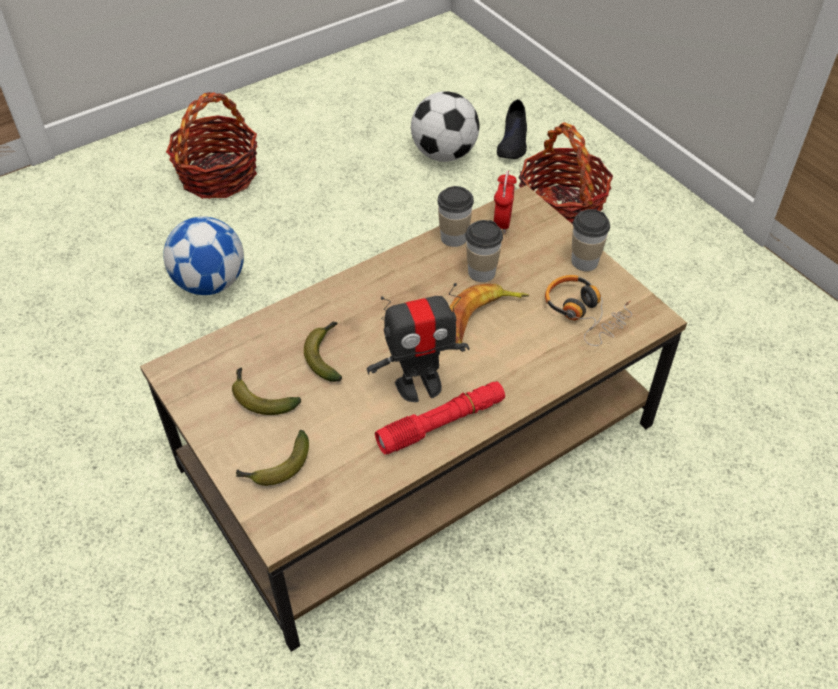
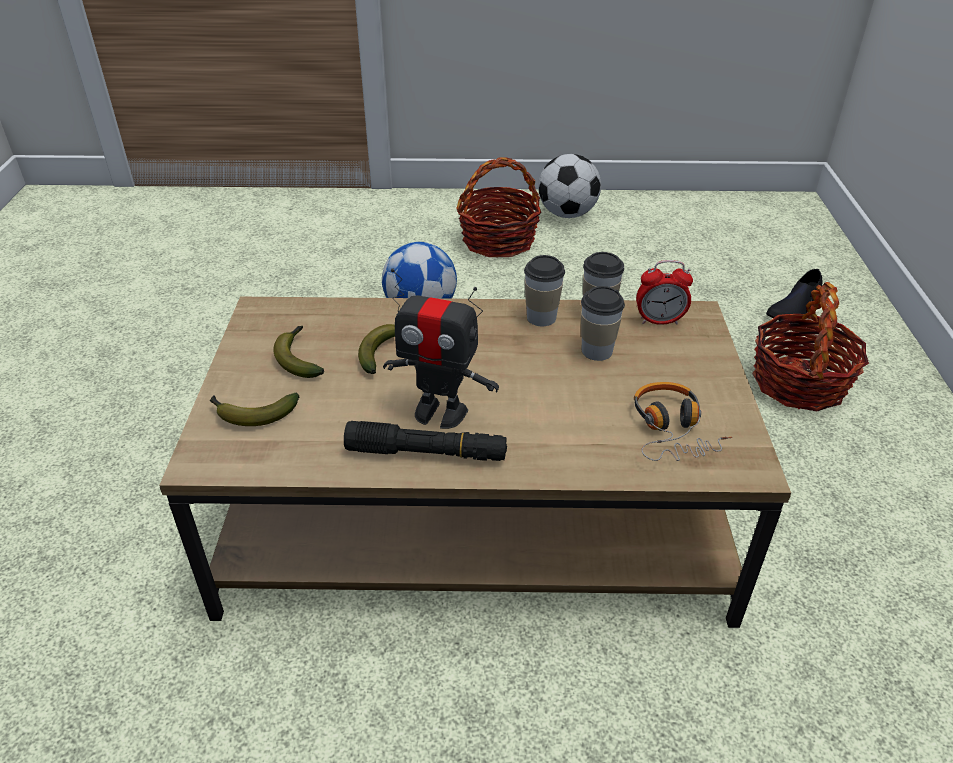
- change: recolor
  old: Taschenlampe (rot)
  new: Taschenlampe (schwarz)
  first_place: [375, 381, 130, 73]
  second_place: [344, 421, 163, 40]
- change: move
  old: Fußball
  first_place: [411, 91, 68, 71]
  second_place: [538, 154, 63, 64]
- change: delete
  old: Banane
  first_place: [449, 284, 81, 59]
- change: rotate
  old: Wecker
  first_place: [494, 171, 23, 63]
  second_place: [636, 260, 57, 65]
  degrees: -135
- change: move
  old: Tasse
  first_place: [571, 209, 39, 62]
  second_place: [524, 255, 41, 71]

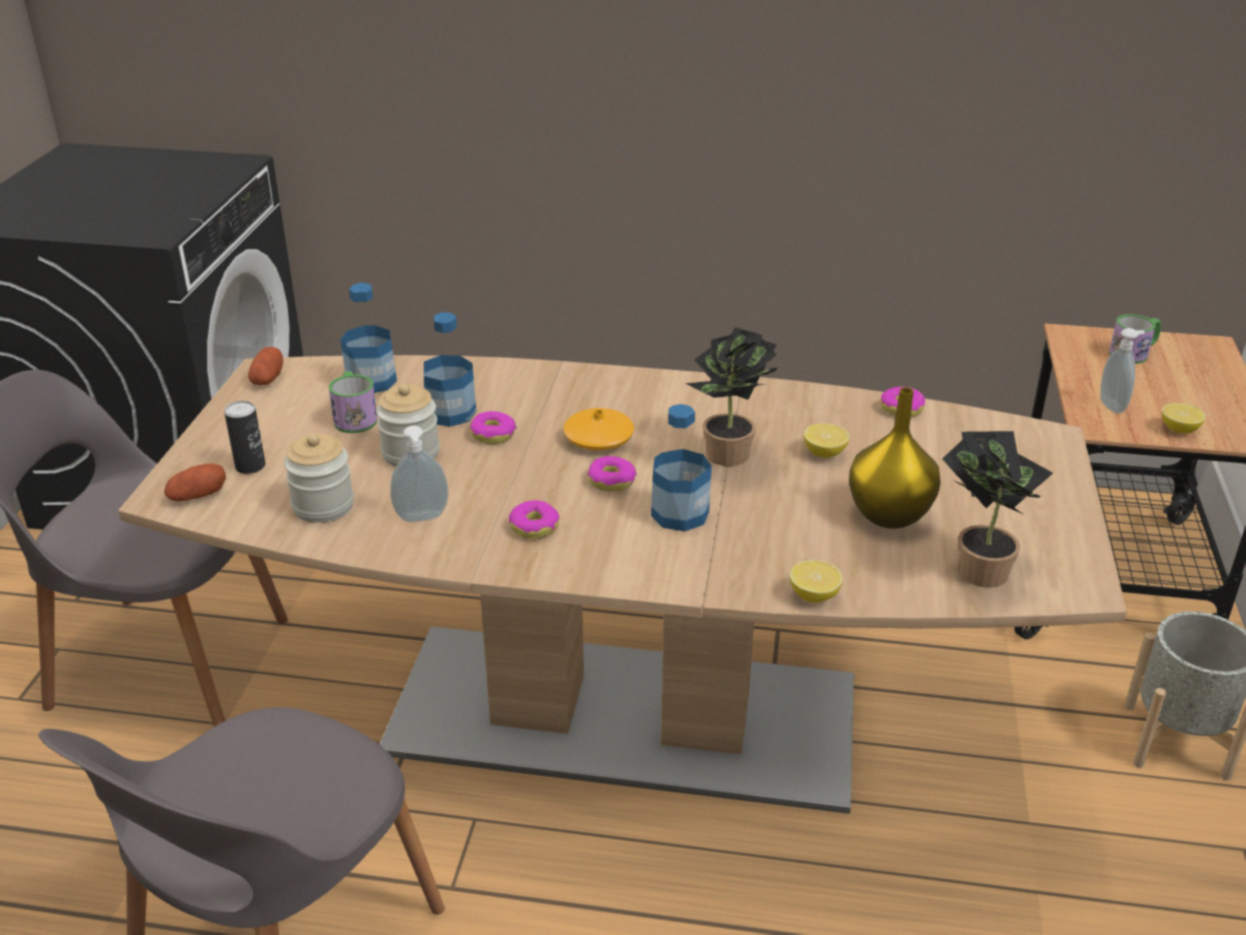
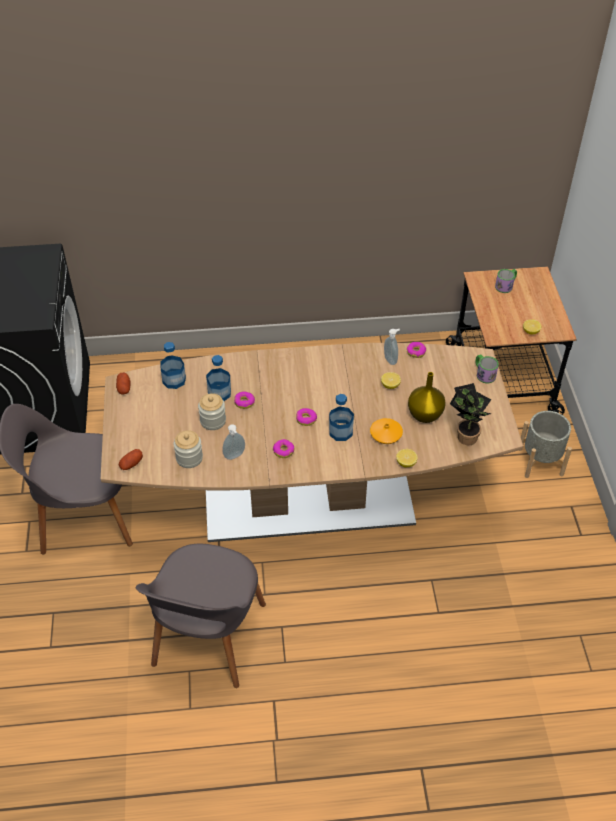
- change: delete
  old: Dose
  first_place: [224, 401, 41, 73]
- change: move
  old: Henkelbecher
  first_place: [329, 371, 48, 62]
  second_place: [475, 354, 24, 29]
- change: move
  old: Vase (orange)
  first_place: [563, 408, 71, 42]
  second_place: [370, 418, 33, 26]
- change: delete
  old: Topfpflanze
  first_place: [685, 328, 93, 138]
- change: move
  old: Seifenspender
  first_place: [1100, 328, 45, 85]
  second_place: [384, 329, 16, 36]

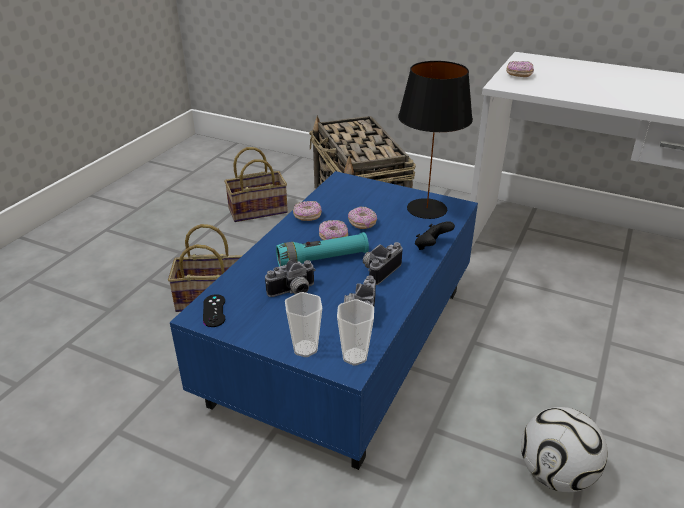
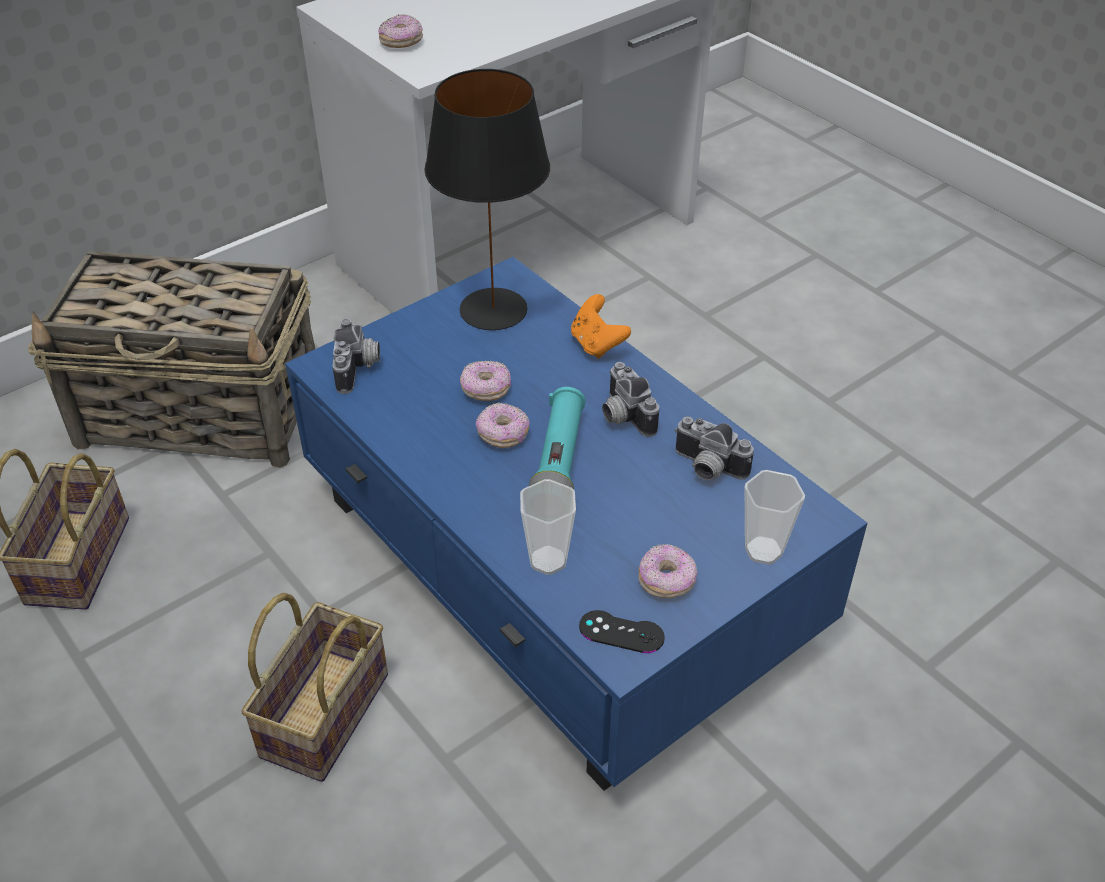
- change: move
  old: Kamera
  first_place: [265, 260, 51, 37]
  second_place: [332, 319, 48, 75]
- change: move
  old: Donut
  first_place: [293, 201, 29, 20]
  second_place: [638, 544, 60, 54]
- change: move
  old: Tasse
  first_place: [337, 299, 37, 67]
  second_place: [520, 479, 56, 96]
- change: recolor
  old: Gamepad (schwarz)
  new: Gamepad (orange)
  first_place: [415, 221, 40, 29]
  second_place: [571, 294, 60, 65]
- change: delete
  old: Fußball
  first_place: [521, 407, 87, 85]

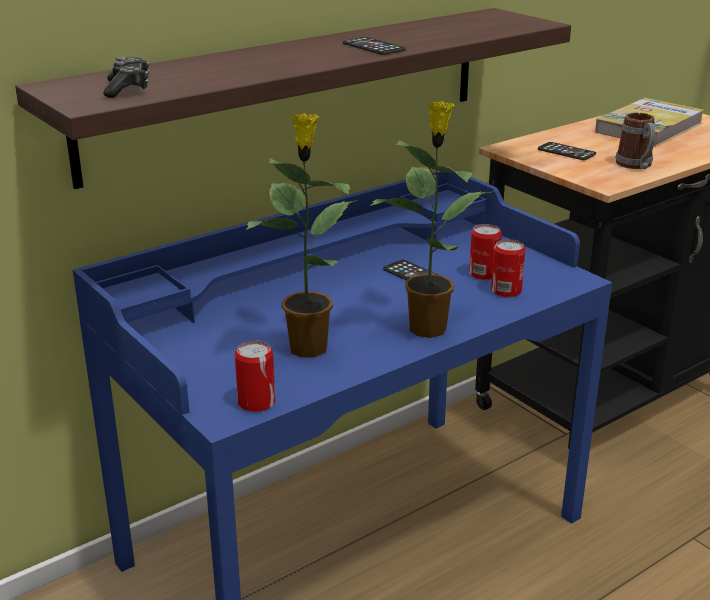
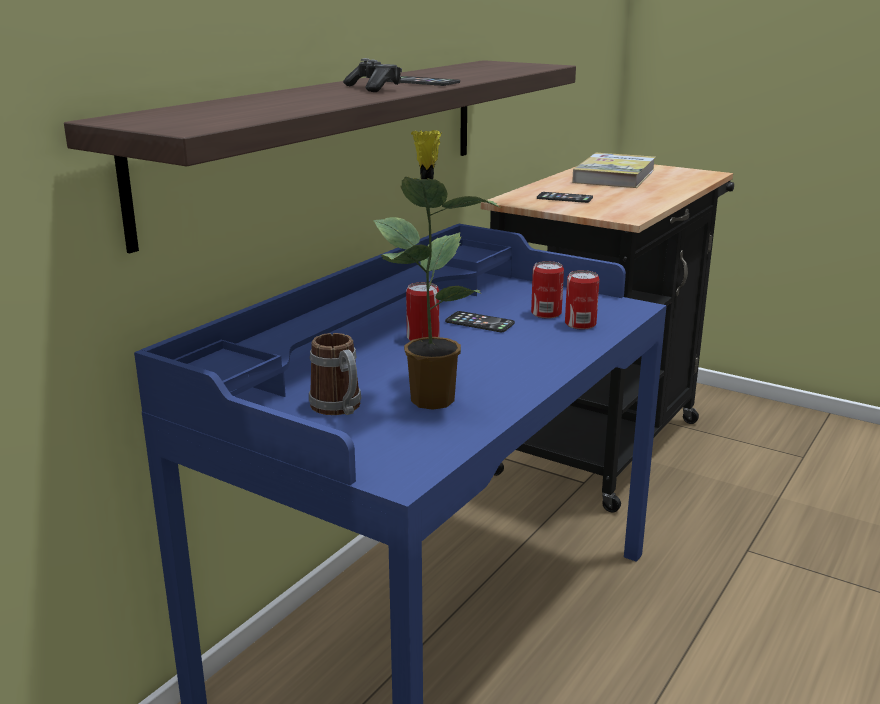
- change: move
  old: Gamepad
  first_place: [103, 57, 46, 41]
  second_place: [343, 58, 59, 34]
- change: move
  old: Dose
  first_place: [235, 341, 40, 71]
  second_place: [406, 282, 33, 59]
- change: delete
  old: Topfpflanze
  first_place: [369, 101, 126, 237]
- change: move
  old: Henkelbecher
  first_place: [615, 113, 41, 56]
  second_place: [309, 333, 52, 82]

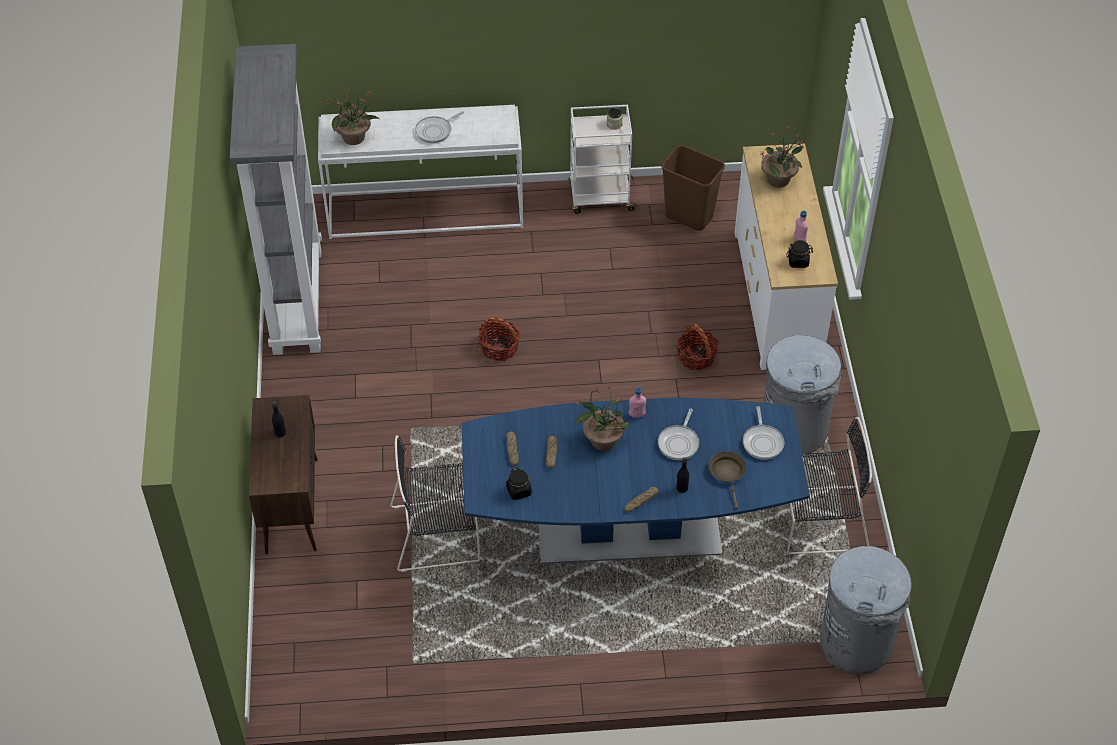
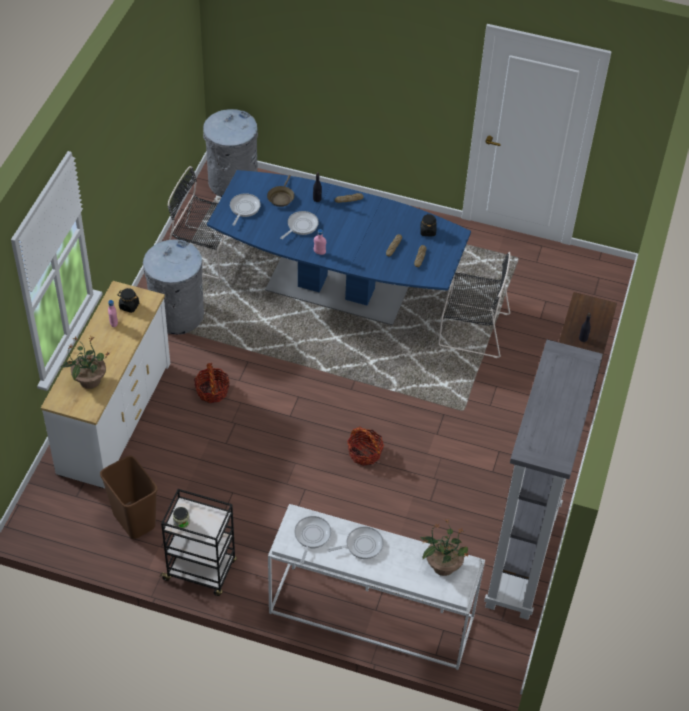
- change: recolor
  old: Rollwagen (weiß)
  new: Rollwagen (schwarz)
  first_place: [568, 105, 70, 109]
  second_place: [160, 489, 77, 107]
- change: delete
  old: Topfpflanze
  first_place: [575, 385, 55, 66]
- change: insert
  new: Pfanne
  second_place: [295, 516, 36, 47]

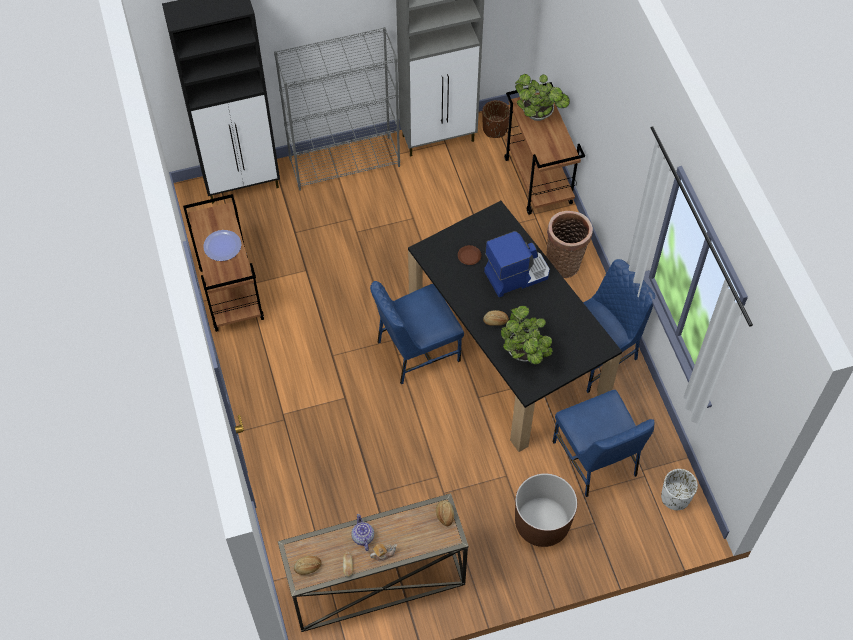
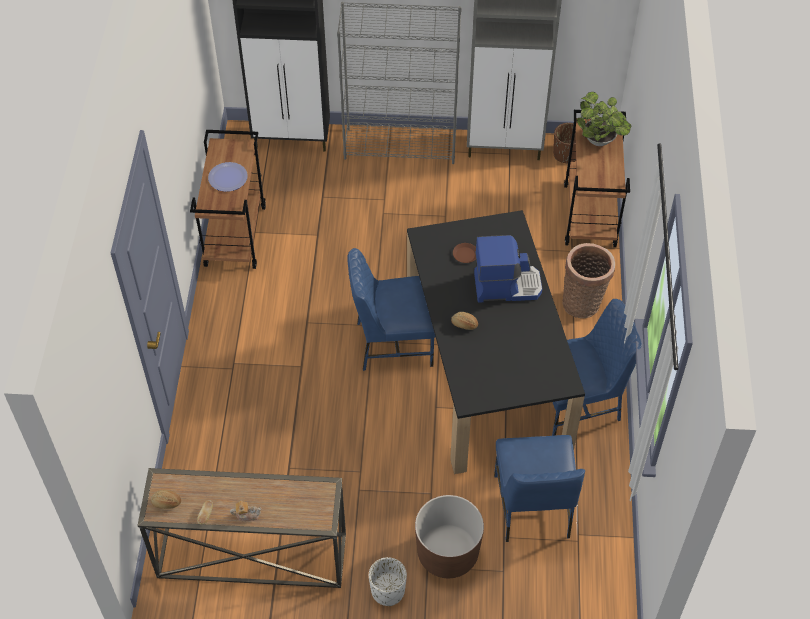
- change: delete
  old: Teekanne
  first_place: [351, 514, 23, 37]
- change: delete
  old: Brot
  first_place: [436, 500, 18, 26]
- change: delete
  old: Topfpflanze
  first_place: [501, 305, 52, 59]
- change: move
  old: Pflanzkübel (weiß)
  first_place: [661, 469, 37, 41]
  second_place: [369, 557, 38, 49]

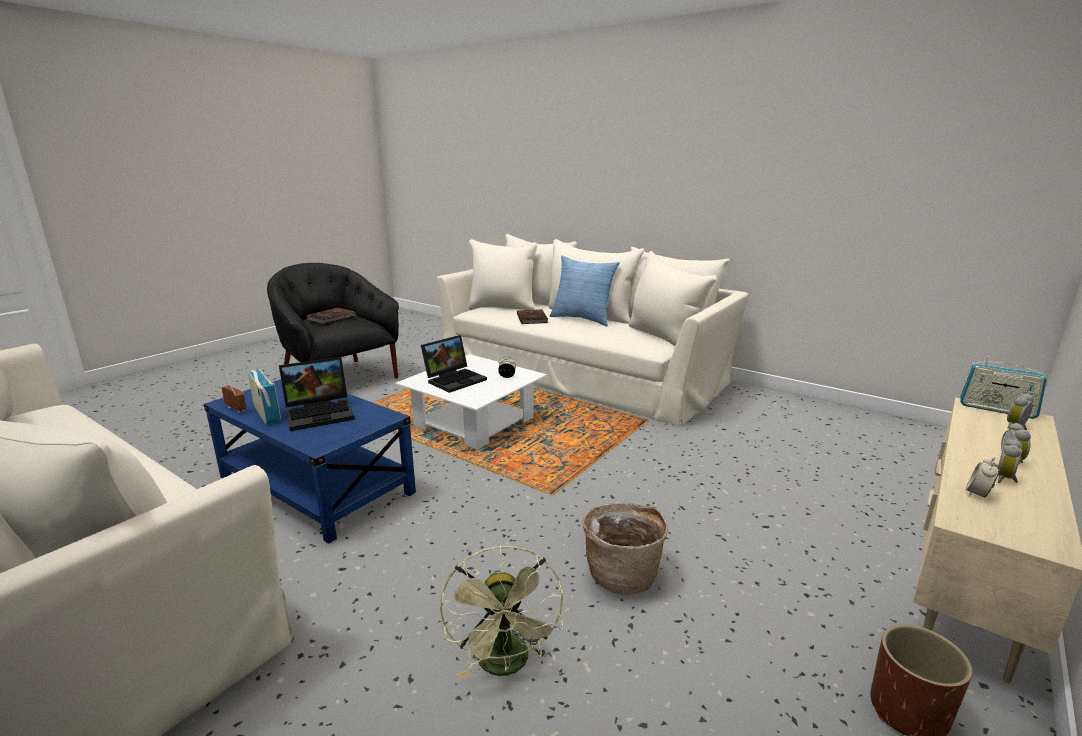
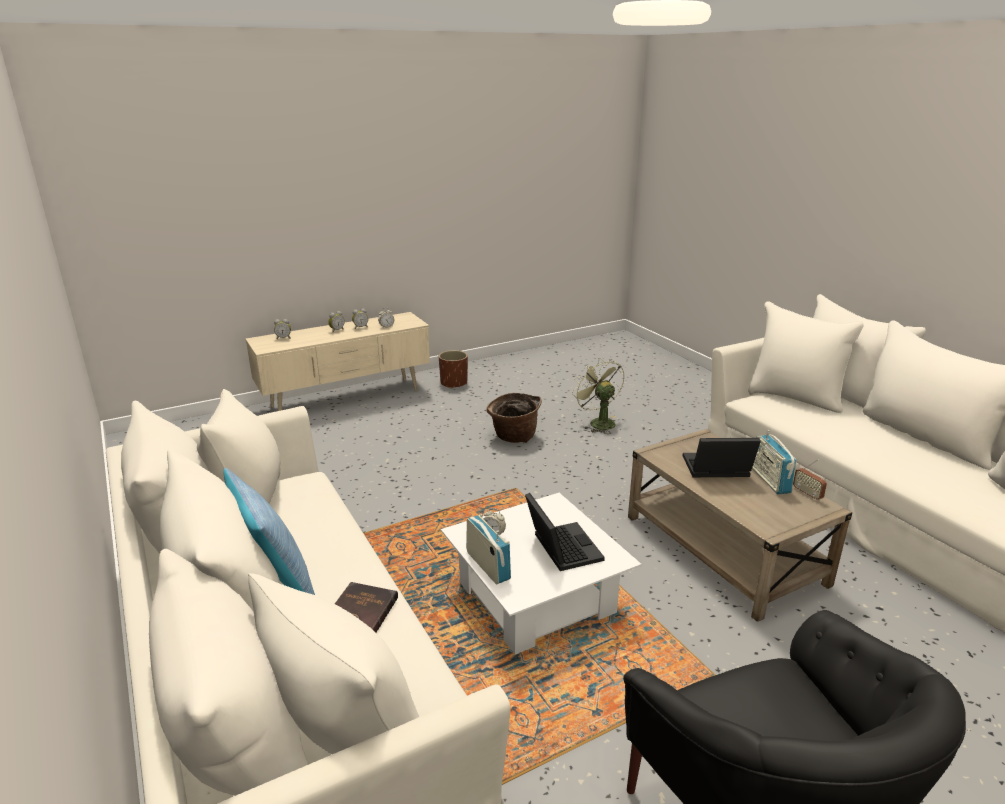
- change: recolor
  old: Couchtisch (blau)
  new: Couchtisch (beige)
  first_place: [204, 379, 212, 165]
  second_place: [628, 429, 224, 193]
- change: delete
  old: Buch (braun)
  first_place: [306, 308, 50, 16]
- change: rotate
  old: Laptop
  first_place: [421, 335, 66, 58]
  second_place: [525, 493, 80, 78]
  degrees: 90
- change: rotate
  old: Ventilator (grün)
  first_place: [440, 545, 123, 134]
  second_place: [572, 358, 53, 76]
  degrees: -45
- change: move
  old: Radio
  first_place: [960, 356, 87, 63]
  second_place: [466, 514, 45, 70]

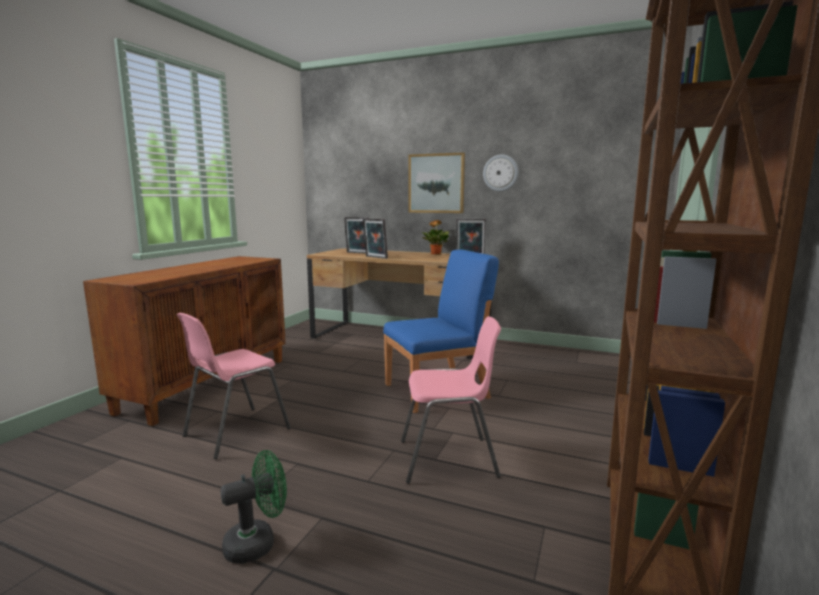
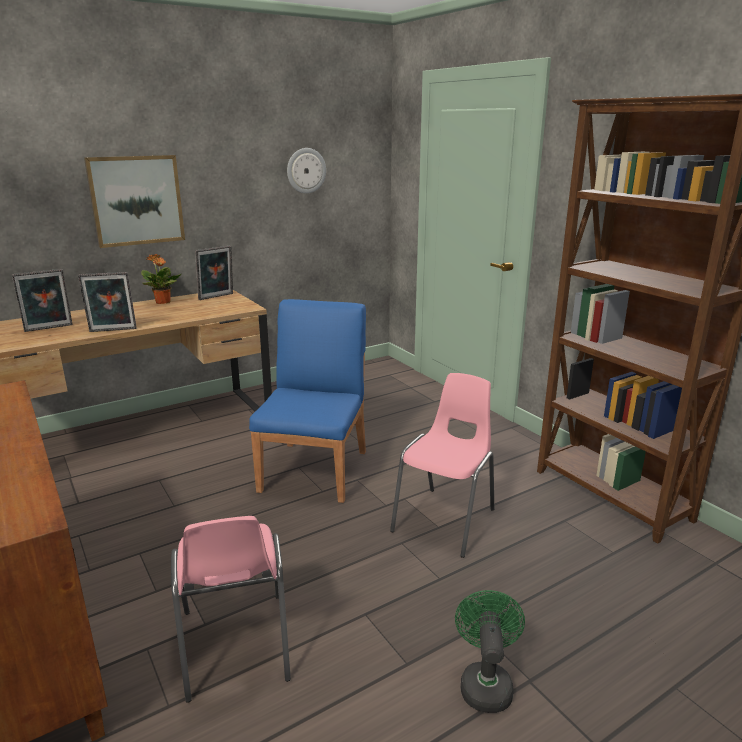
- change: move
  old: Wanduhr
  first_place: [483, 154, 36, 37]
  second_place: [287, 148, 39, 46]

